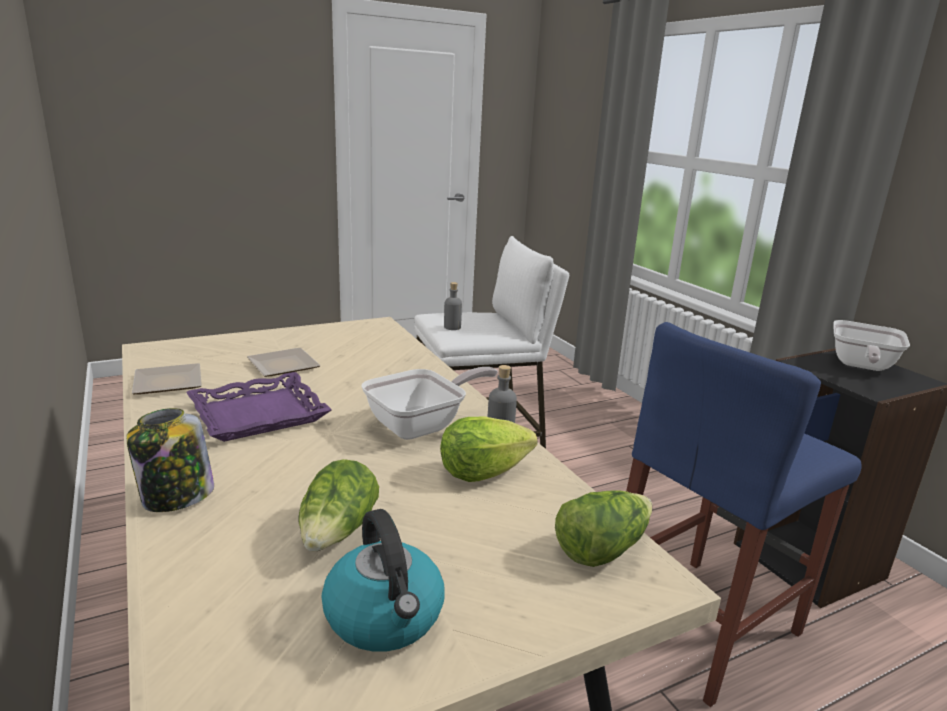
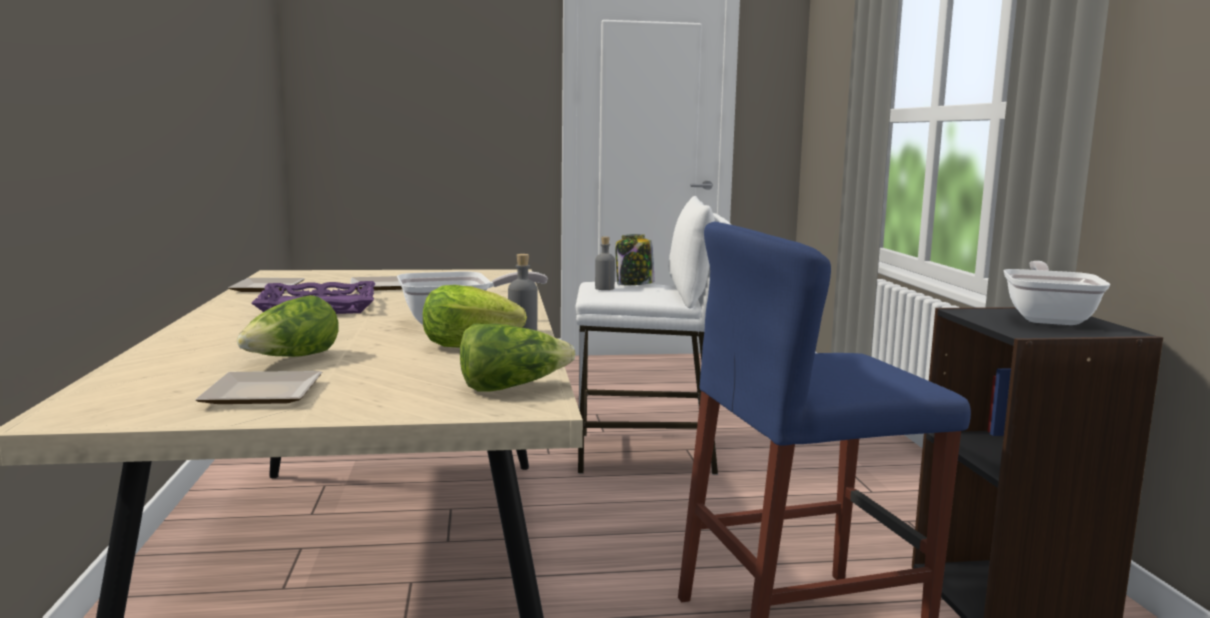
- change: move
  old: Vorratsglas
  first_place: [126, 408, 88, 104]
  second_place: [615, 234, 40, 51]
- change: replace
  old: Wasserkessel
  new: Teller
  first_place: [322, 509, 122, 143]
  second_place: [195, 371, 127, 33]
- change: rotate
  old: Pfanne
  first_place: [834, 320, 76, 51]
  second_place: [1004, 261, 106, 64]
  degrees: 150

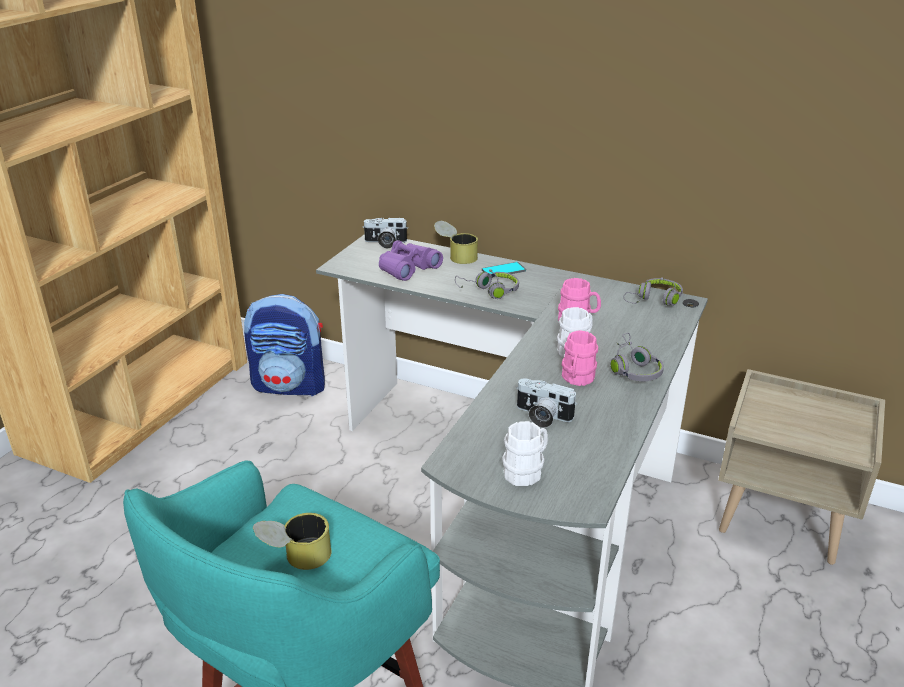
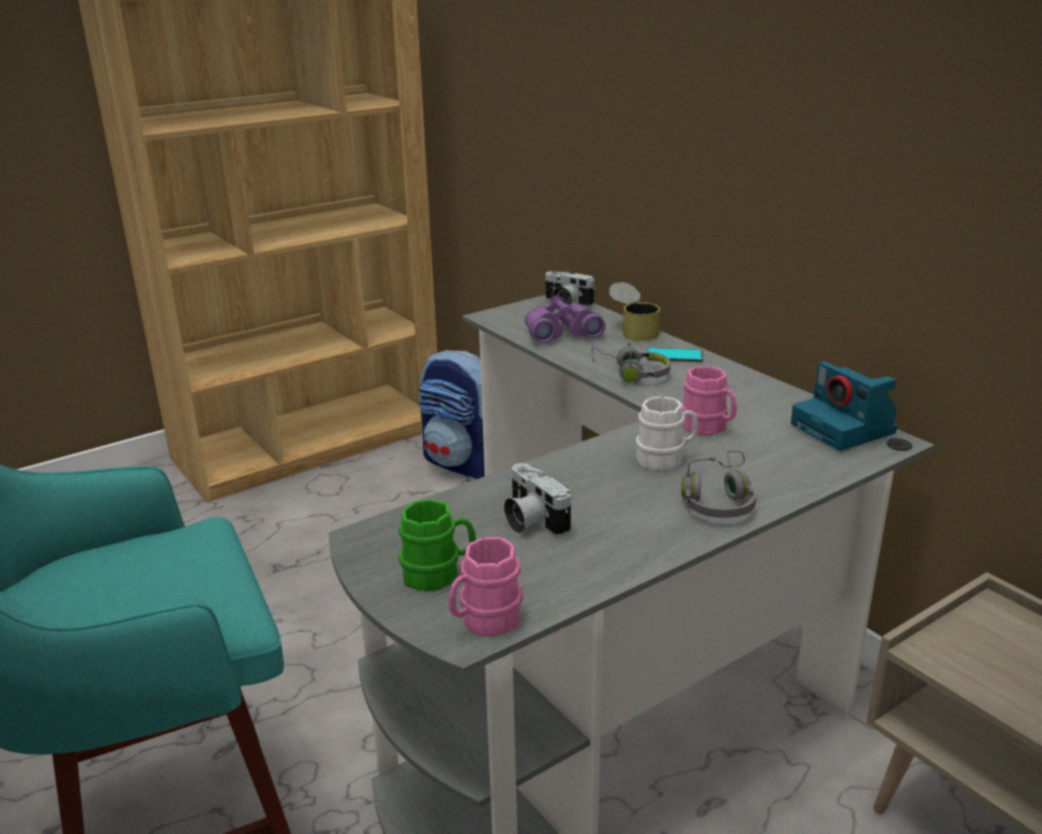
- change: delete
  old: Dose
  first_place: [253, 513, 79, 57]
- change: recolor
  old: Henkelbecher (weiß)
  new: Henkelbecher (grün)
  first_place: [502, 421, 46, 65]
  second_place: [398, 499, 78, 93]
- change: move
  old: Henkelbecher (rosa)
  first_place: [562, 330, 36, 56]
  second_place: [449, 537, 74, 99]
- change: replace
  old: Kopfhörer (grau)
  new: Kamera
  first_place: [623, 277, 60, 29]
  second_place: [791, 362, 106, 89]

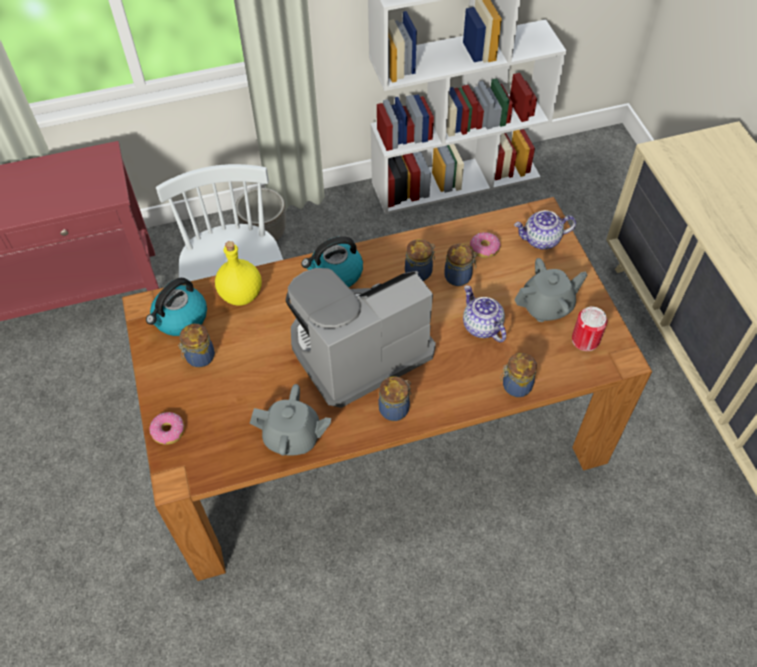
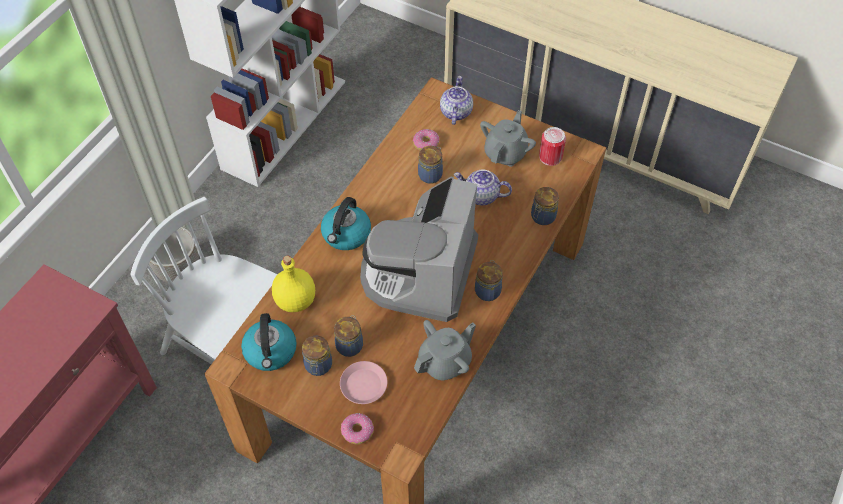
- change: move
  old: Vorratsglas
  first_place: [405, 239, 30, 42]
  second_place: [334, 315, 29, 42]
- change: rotate
  old: Teekanne
  first_place: [514, 210, 62, 39]
  second_place: [440, 76, 33, 49]
  degrees: 150
- change: insert
  new: Teller (rosa)
  second_place: [340, 361, 47, 43]

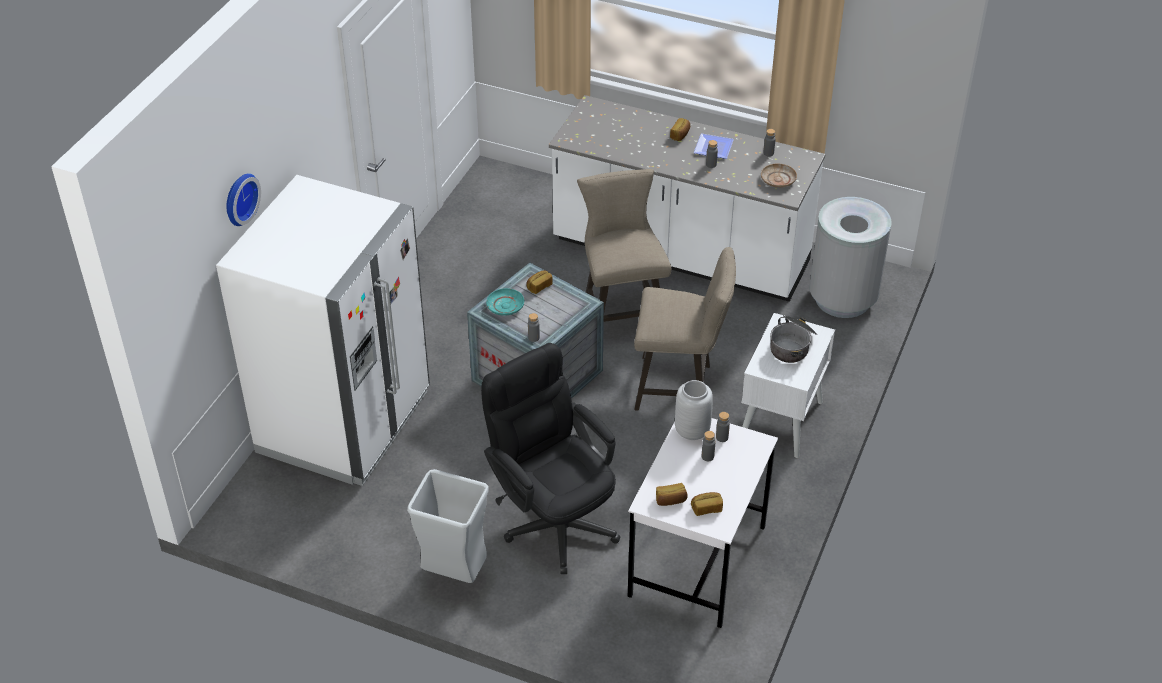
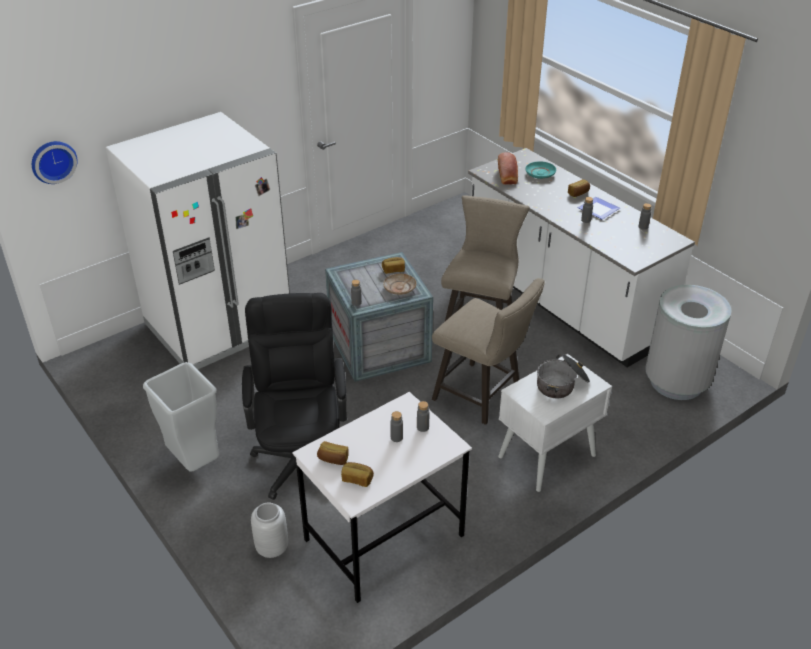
- change: move
  old: Wanduhr
  first_place: [226, 174, 35, 52]
  second_place: [32, 141, 46, 43]
- change: move
  old: Teller (türkis)
  first_place: [486, 288, 38, 28]
  second_place: [525, 161, 31, 18]
- change: move
  old: Vase (grau)
  first_place: [675, 380, 38, 60]
  second_place: [251, 503, 37, 55]
- change: move
  old: Teller (beige)
  first_place: [761, 164, 36, 24]
  second_place: [383, 274, 33, 21]
- change: insert
  new: Brot
  second_place: [498, 152, 20, 33]

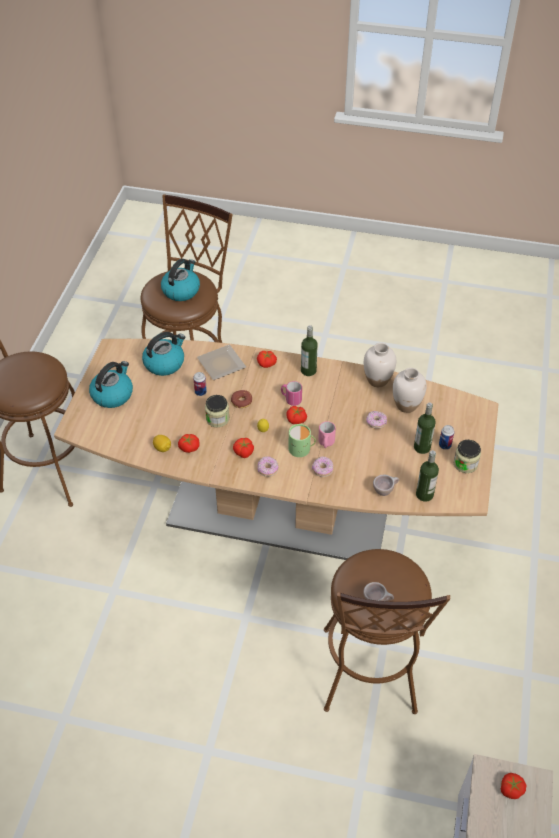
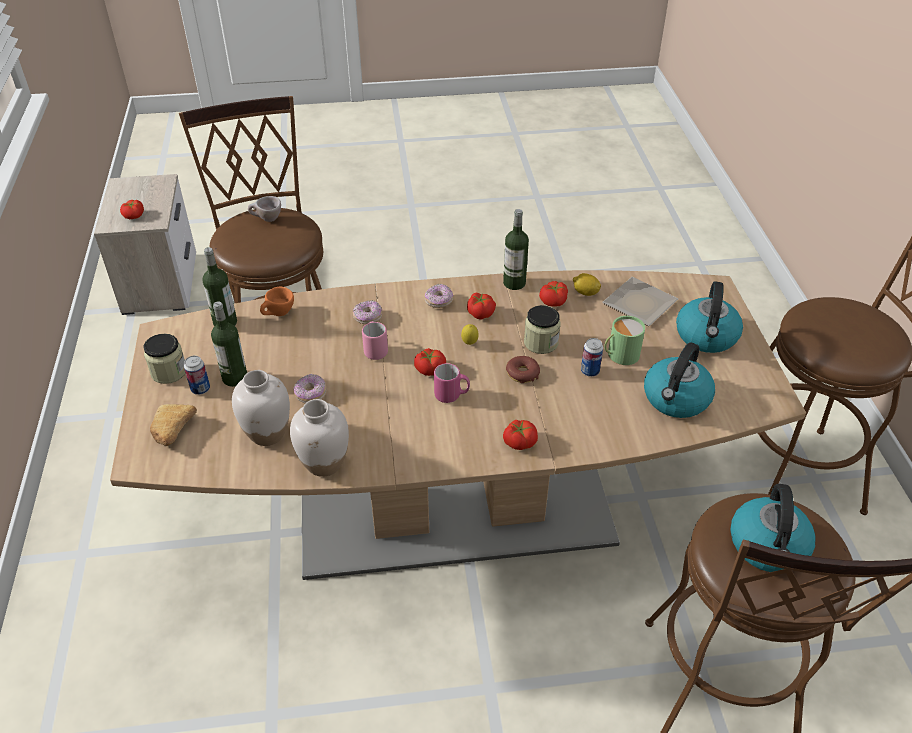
- change: move
  old: Teller
  first_place: [197, 345, 49, 35]
  second_place: [602, 277, 76, 49]
- change: move
  old: Henkelbecher (grün)
  first_place: [289, 424, 27, 33]
  second_place: [604, 316, 41, 49]
- change: move
  old: Flasche
  first_place: [301, 325, 17, 51]
  second_place: [503, 209, 26, 81]
- change: recolor
  old: Tasse (beige)
  new: Tasse (orange)
  first_place: [373, 475, 26, 21]
  second_place: [260, 286, 34, 30]
- change: insert
  new: Brot
  second_place: [150, 404, 47, 42]

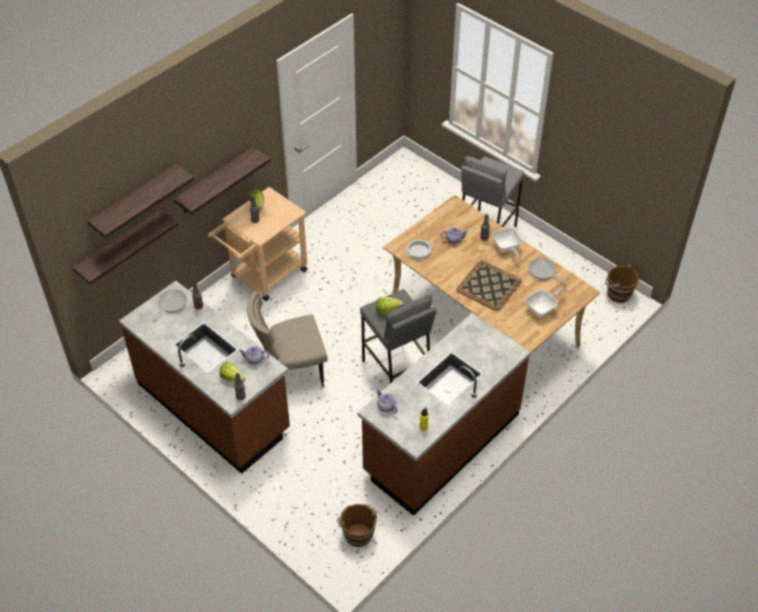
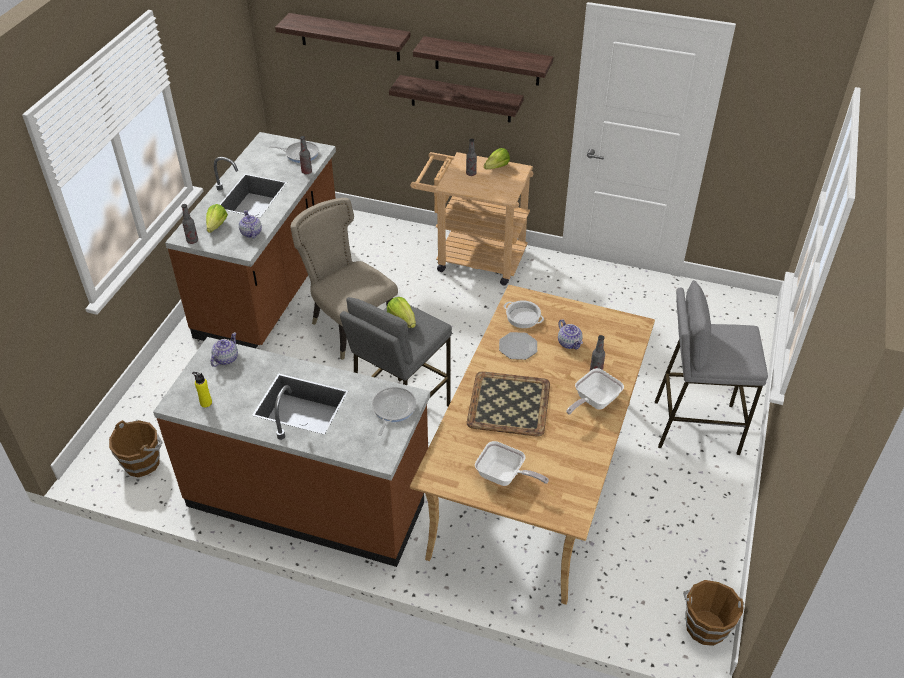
- change: move
  old: Wandregal
  first_place: [72, 209, 106, 76]
  second_place: [413, 36, 140, 50]
- change: move
  old: Pfanne
  first_place: [528, 258, 38, 24]
  second_place: [372, 387, 44, 49]
- change: insert
  new: Teller
  second_place: [499, 332, 38, 28]

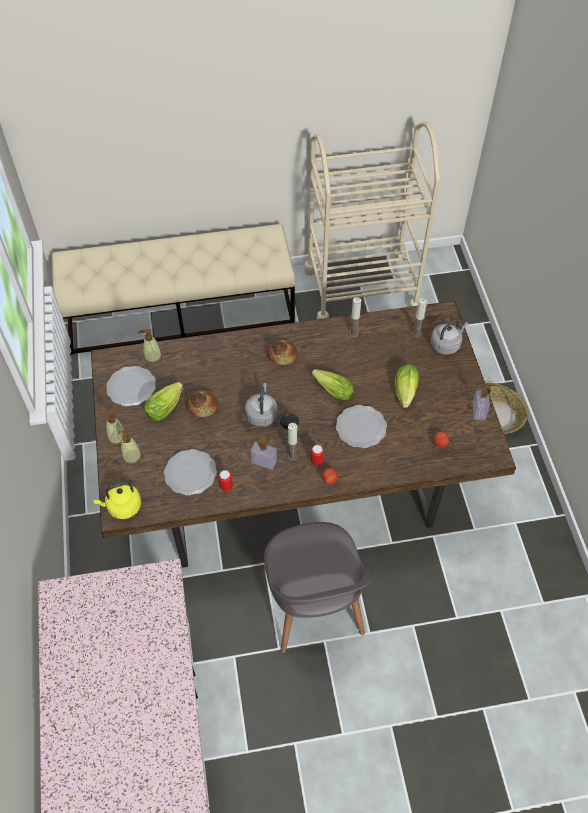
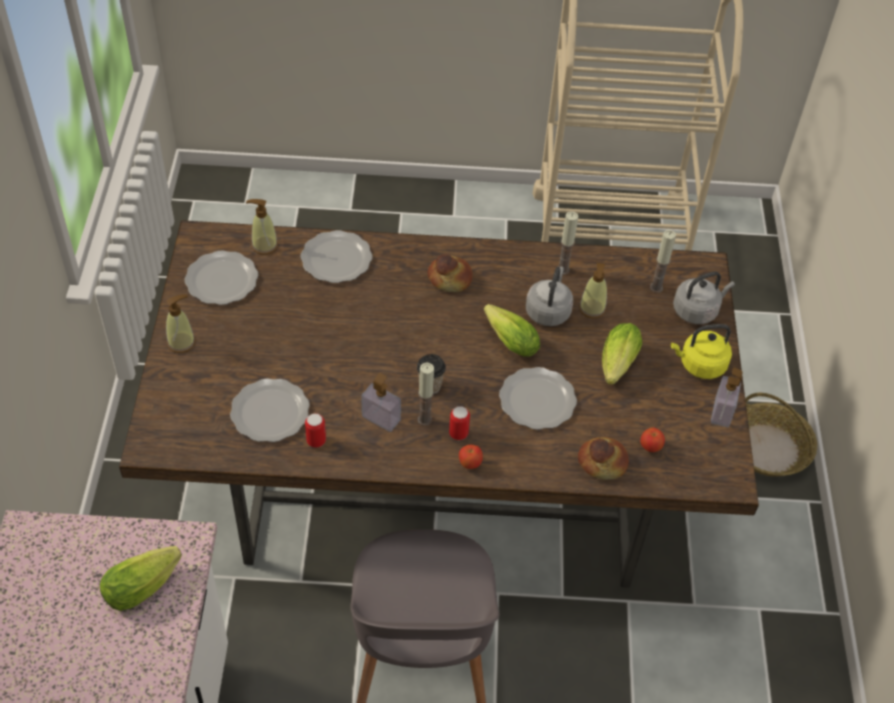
- change: delete
  old: Bank (beige)
  first_place: [52, 224, 244, 131]
- change: move
  old: Wasserkessel (gelb)
  first_place: [93, 482, 48, 37]
  second_place: [671, 324, 61, 55]
- change: move
  old: Seifenspender
  first_place: [121, 430, 21, 35]
  second_place: [579, 263, 28, 55]
- change: move
  old: Salatkopf
  first_place: [144, 382, 39, 39]
  second_place: [100, 546, 82, 65]
- change: move
  old: Brot
  first_place: [186, 390, 32, 27]
  second_place: [578, 437, 51, 43]
- change: move
  old: Wasserkessel (grau)
  first_place: [245, 383, 33, 44]
  second_place: [526, 267, 47, 59]
- change: insert
  new: Teller
  second_place: [301, 230, 71, 53]

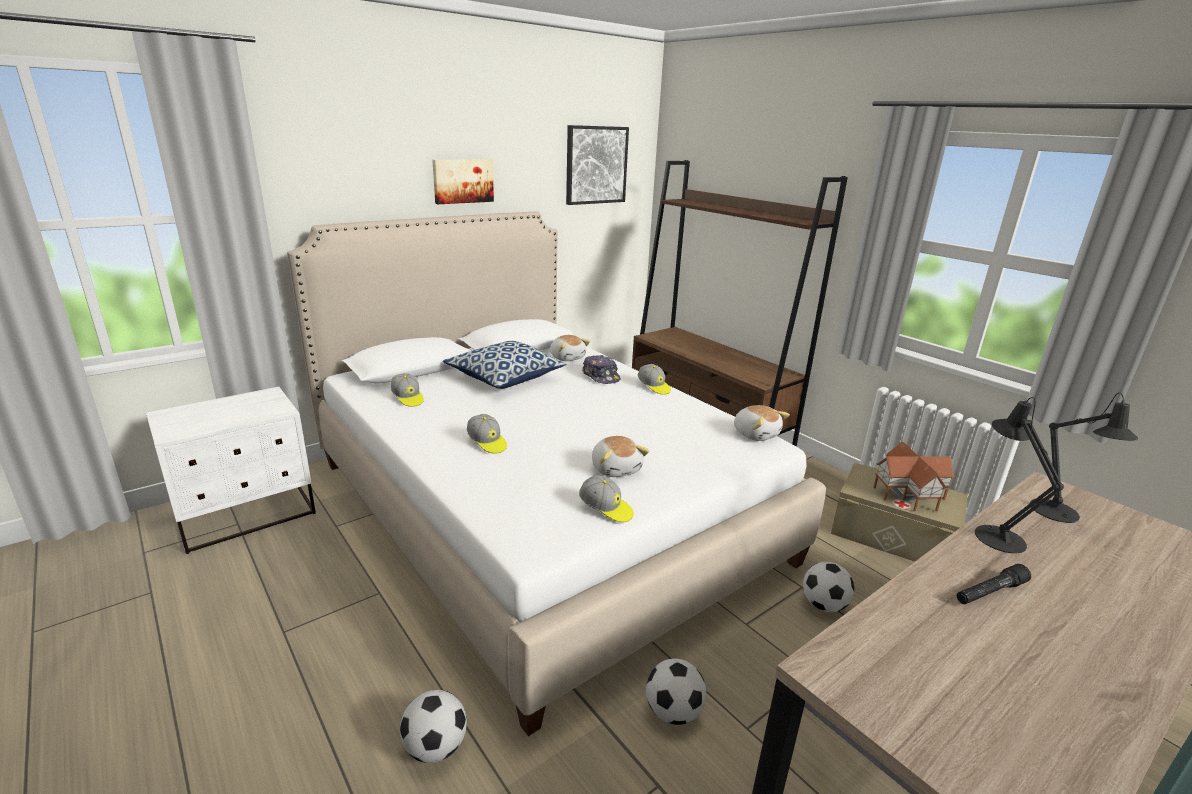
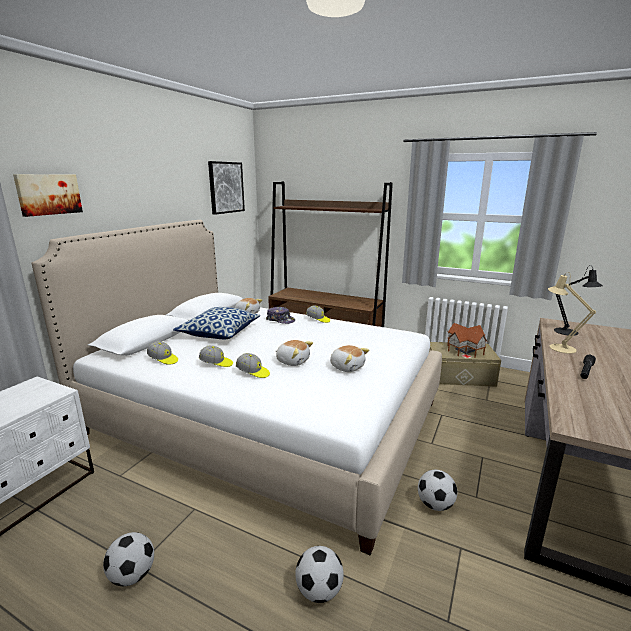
- change: move
  old: Bild
  first_place: [432, 159, 62, 45]
  second_place: [13, 174, 70, 43]
- change: move
  old: Kappe
  first_place: [579, 475, 55, 47]
  second_place: [199, 346, 34, 21]
- change: move
  old: Plüschtier
  first_place: [734, 405, 56, 36]
  second_place: [276, 340, 37, 26]
- change: move
  old: Fußball
  first_place: [803, 562, 52, 50]
  second_place: [103, 532, 51, 54]
- change: recolor
  old: Tischlampe (schwarz)
  new: Tischlampe (beige)
  first_place: [975, 397, 89, 156]
  second_place: [548, 272, 48, 82]

